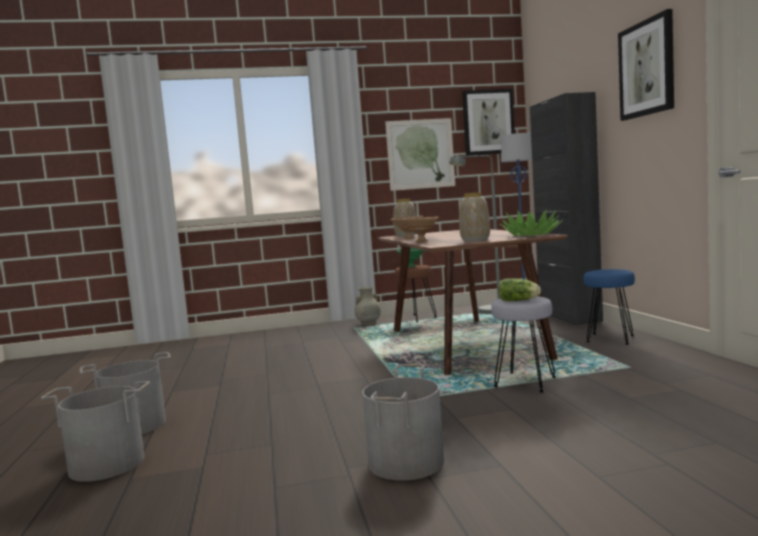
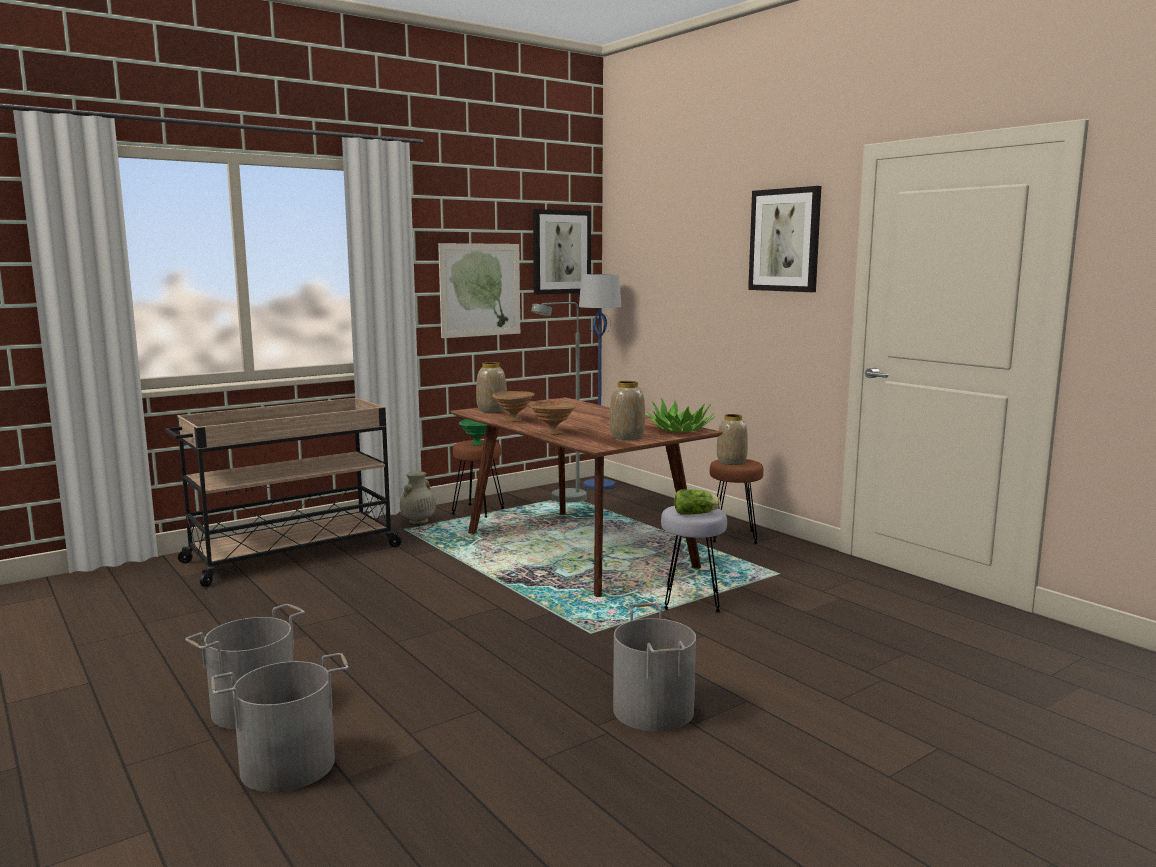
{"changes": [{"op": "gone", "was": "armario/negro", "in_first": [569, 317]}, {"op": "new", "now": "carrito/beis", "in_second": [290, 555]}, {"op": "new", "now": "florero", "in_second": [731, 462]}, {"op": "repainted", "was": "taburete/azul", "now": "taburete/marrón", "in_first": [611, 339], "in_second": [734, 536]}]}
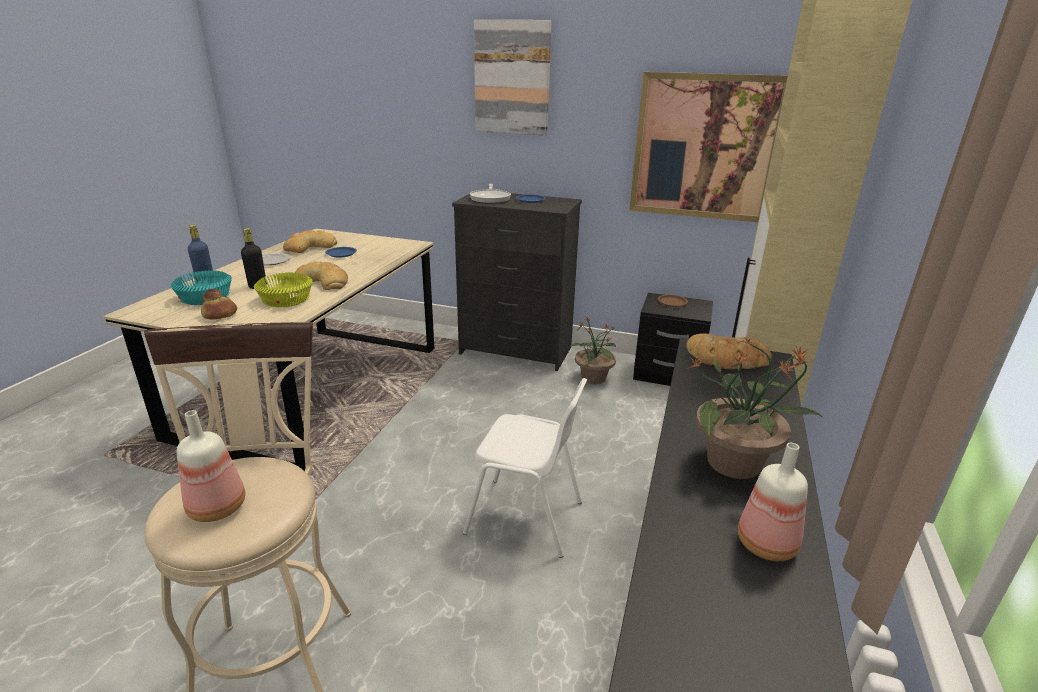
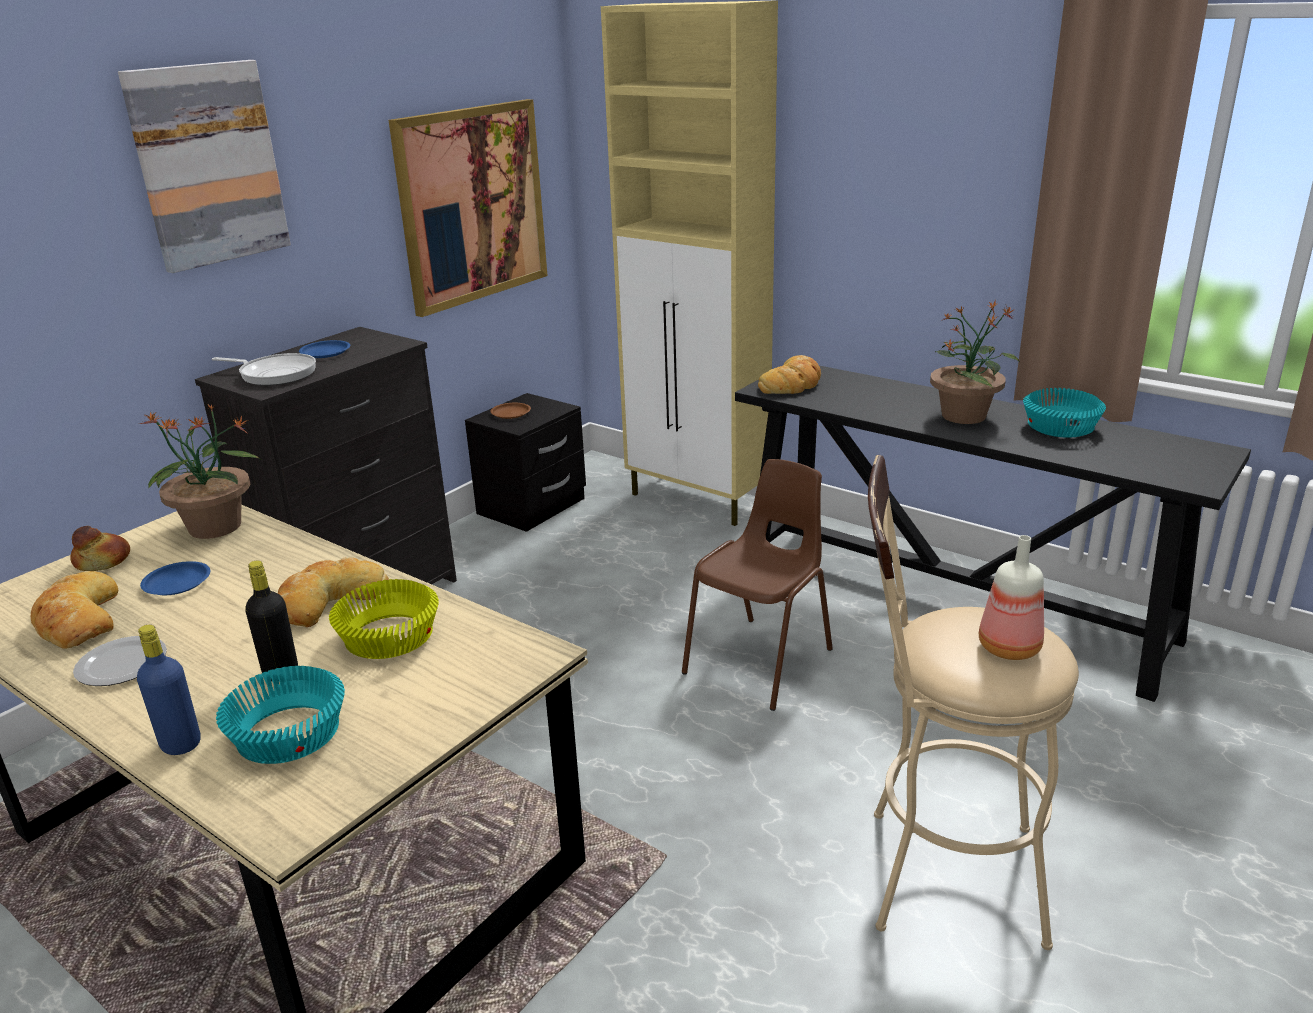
{"changes": [{"op": "shifted", "was": "pan", "in_first": [219, 315], "in_second": [103, 562]}, {"op": "shifted", "was": "planta en maceta", "in_first": [593, 378], "in_second": [216, 527]}, {"op": "swapped", "was": "botella", "now": "cuenco/turquesa", "in_first": [766, 543], "in_second": [1058, 426]}, {"op": "repainted", "was": "silla/blanco", "now": "silla/marrón", "in_first": [526, 518], "in_second": [761, 661]}]}
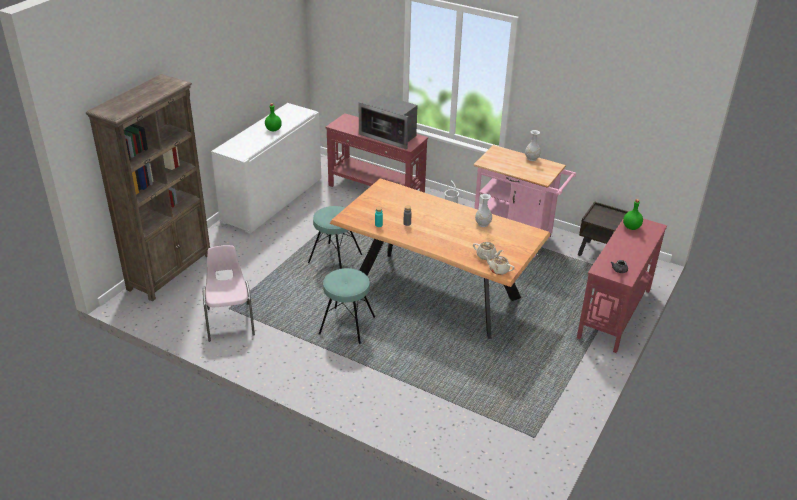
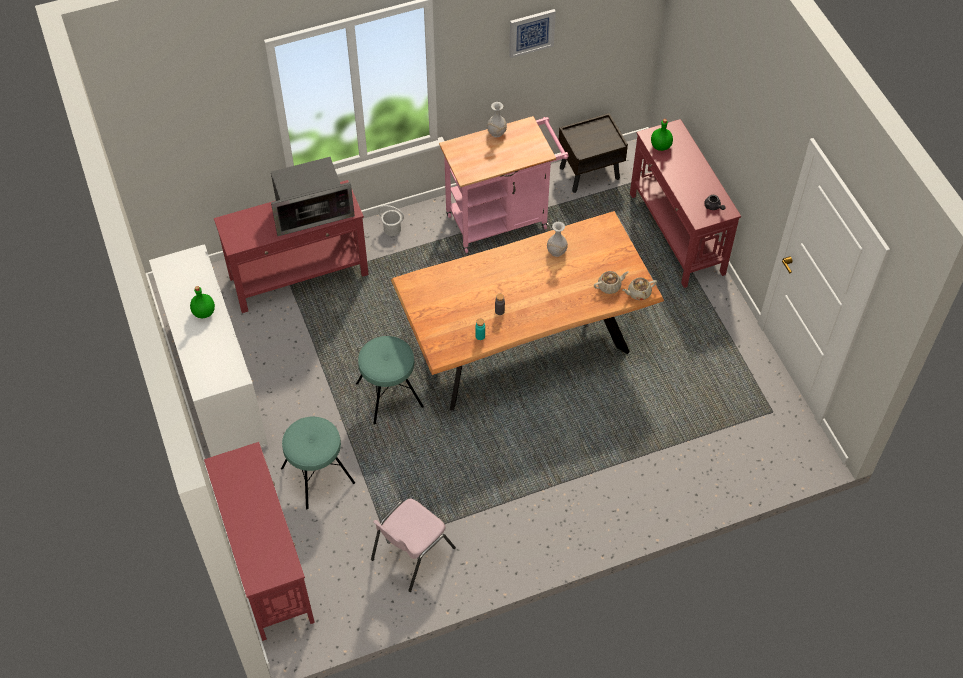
{"changes": [{"op": "new", "now": "cuadro", "in_second": [531, 32]}, {"op": "shifted", "was": "taburete/turquesa", "in_first": [347, 325], "in_second": [317, 475]}, {"op": "swapped", "was": "estantería/marrón", "now": "mesa consola/rojo", "in_first": [170, 272], "in_second": [267, 564]}, {"op": "rotated", "was": "silla/rosa", "in_first": [230, 321], "in_second": [411, 554], "clockwise": -75}]}
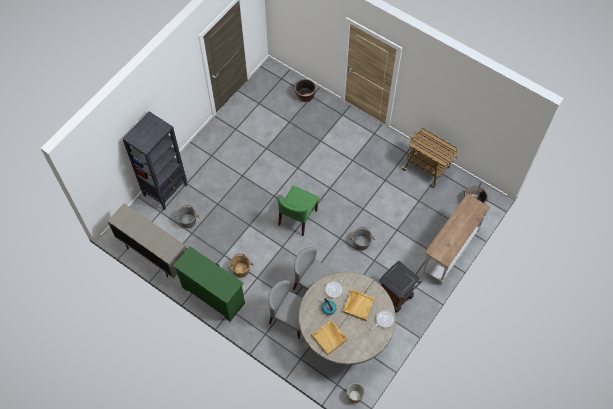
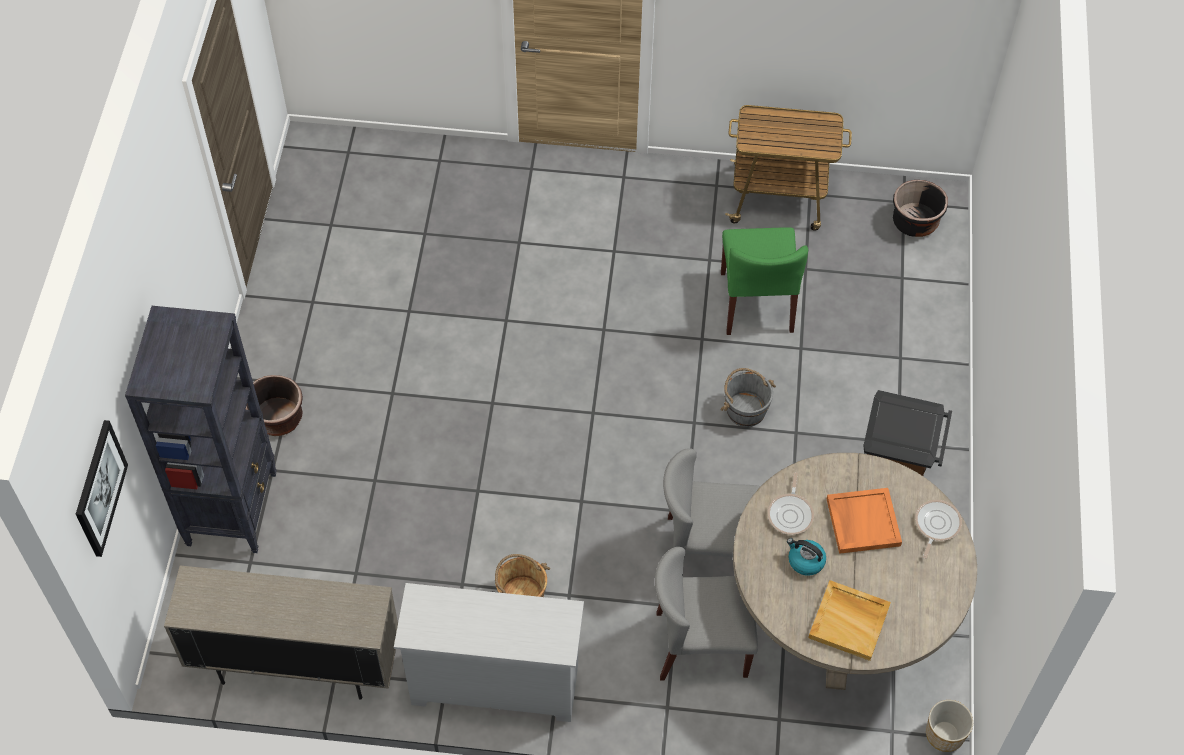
{"changes": [{"op": "gone", "was": "cubo/gris", "in_first": [188, 221]}, {"op": "gone", "was": "mesa consola/blanco", "in_first": [449, 251]}, {"op": "new", "now": "cuadro", "in_second": [99, 488]}, {"op": "shifted", "was": "silla/verde", "in_first": [298, 218], "in_second": [757, 302]}, {"op": "shifted", "was": "maceta/marrón", "in_first": [305, 95], "in_second": [277, 418]}, {"op": "repainted", "was": "cómoda/verde", "now": "cómoda/blanco", "in_first": [213, 295], "in_second": [494, 684]}, {"op": "repainted", "was": "bandeja/beis", "now": "bandeja/naranja", "in_first": [358, 305], "in_second": [862, 521]}]}
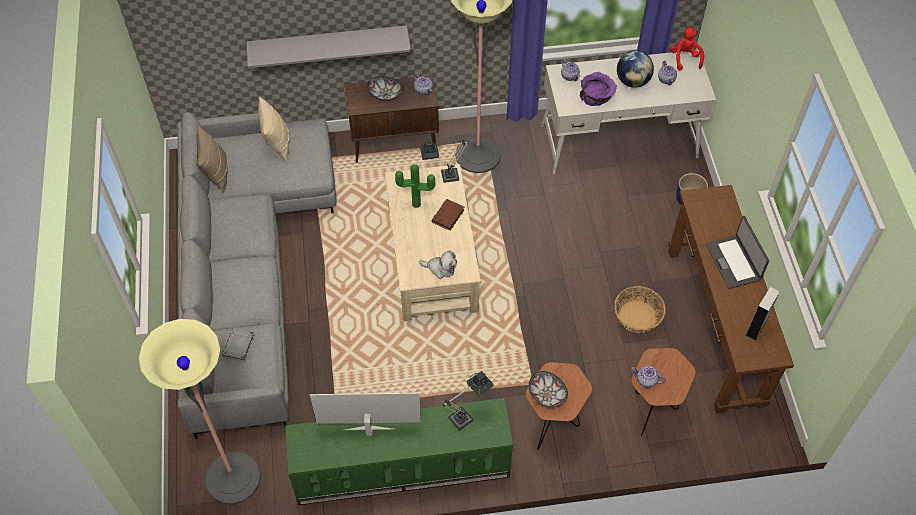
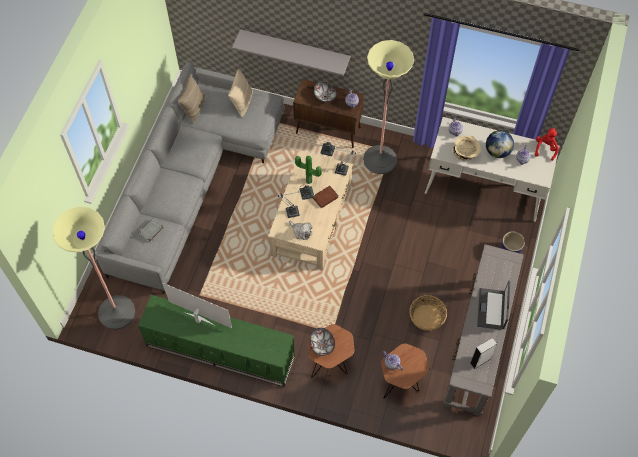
{"changes": [{"op": "shifted", "was": "lámpara de mesa", "in_first": [465, 416], "in_second": [296, 211]}, {"op": "repainted", "was": "cuenco/morado", "now": "cuenco/beis", "in_first": [596, 95], "in_second": [466, 152]}, {"op": "repainted", "was": "mesa consola/marrón", "now": "mesa consola/gris", "in_first": [714, 325], "in_second": [476, 345]}]}
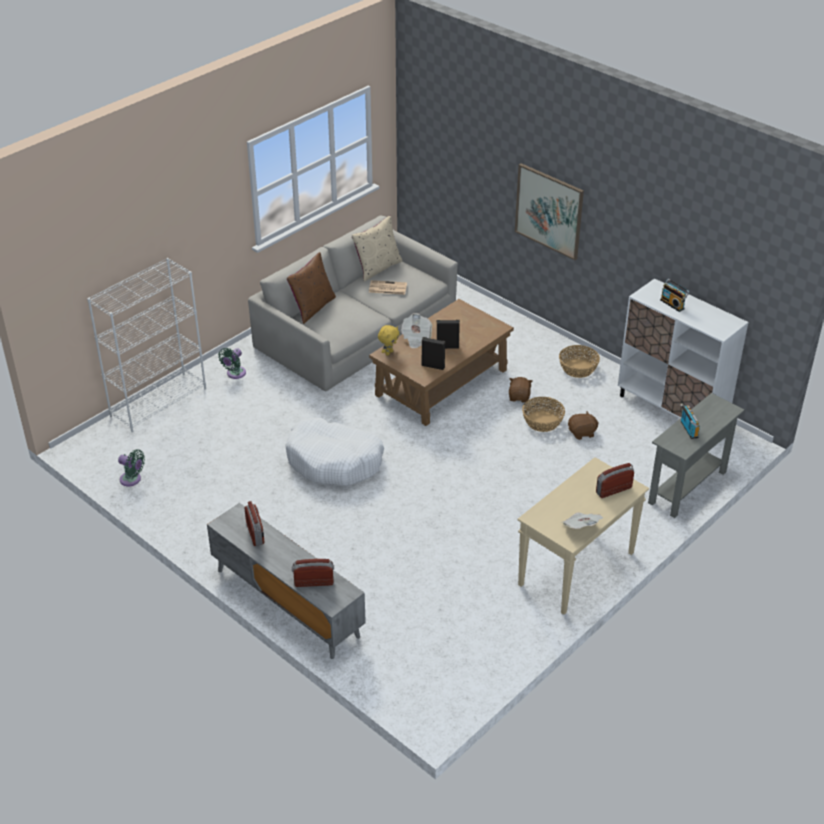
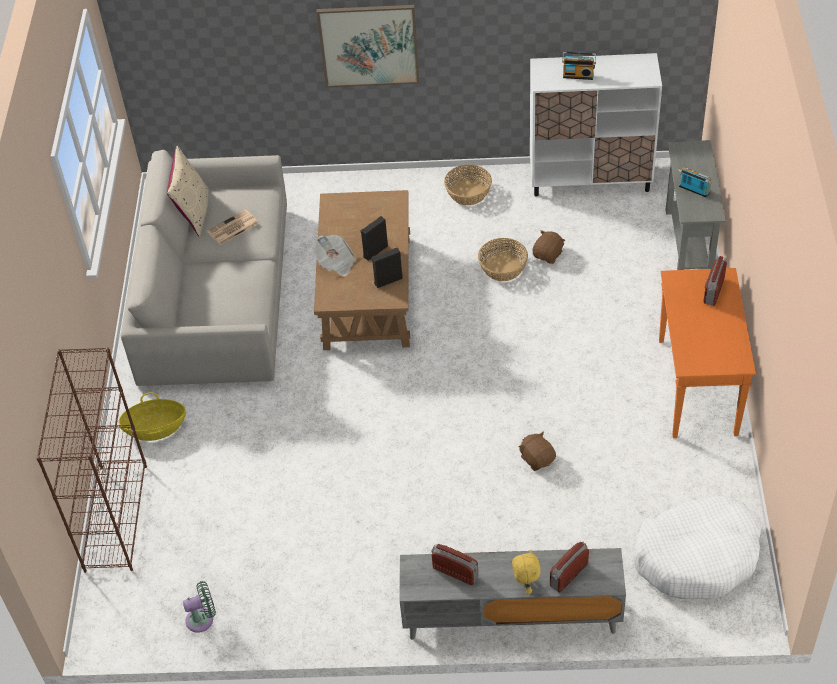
{"changes": [{"op": "gone", "was": "cojín/marrón", "in_first": [313, 307]}, {"op": "gone", "was": "periódico", "in_first": [581, 527]}, {"op": "shifted", "was": "cama para perro/blanco", "in_first": [334, 461], "in_second": [697, 556]}, {"op": "shifted", "was": "peluche/amarillo", "in_first": [388, 352], "in_second": [525, 585]}, {"op": "shifted", "was": "peluche/marrón", "in_first": [519, 397], "in_second": [537, 458]}, {"op": "swapped", "was": "ventilador/verde", "now": "cesta", "in_first": [235, 374], "in_second": [155, 428]}, {"op": "repainted", "was": "estantería/blanco", "now": "estantería/marrón", "in_first": [159, 402], "in_second": [115, 517]}, {"op": "repainted", "was": "mesa consola/beis", "now": "mesa consola/naranja", "in_first": [576, 570], "in_second": [698, 388]}]}
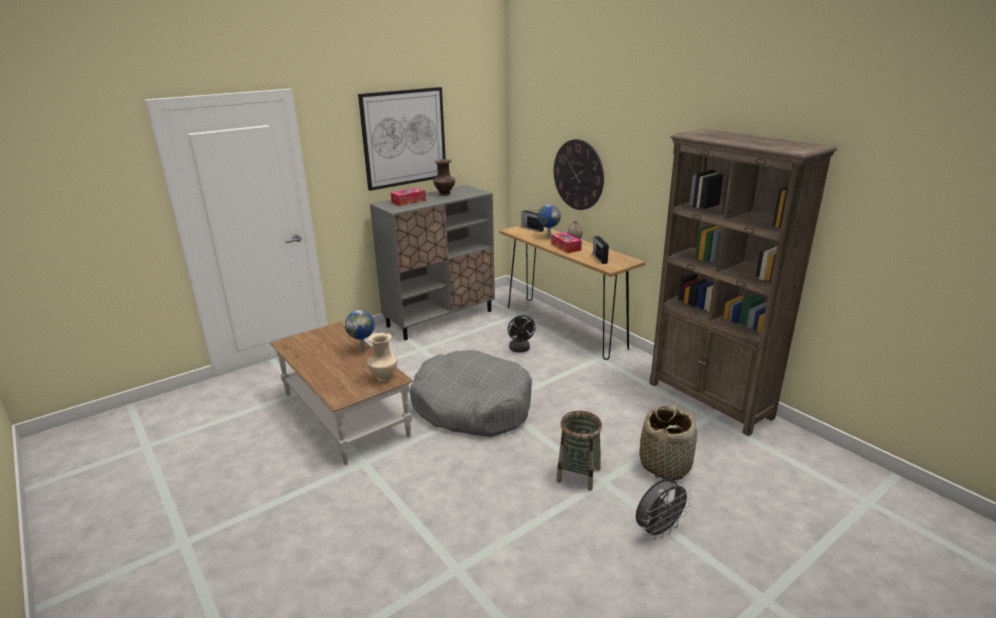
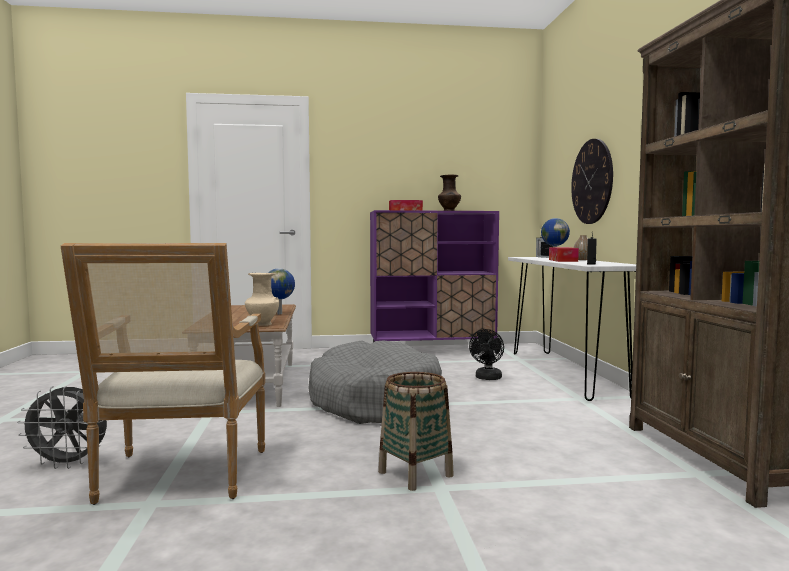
{"changes": [{"op": "gone", "was": "cuadro", "in_first": [404, 138]}, {"op": "gone", "was": "cesta", "in_first": [665, 464]}, {"op": "new", "now": "sillón", "in_second": [179, 479]}, {"op": "shifted", "was": "ventilador/gris", "in_first": [658, 530], "in_second": [69, 464]}, {"op": "repainted", "was": "armario/gris", "now": "armario/morado", "in_first": [440, 318], "in_second": [432, 351]}, {"op": "repainted", "was": "mesa consola/marrón", "now": "mesa consola/blanco", "in_first": [564, 327], "in_second": [564, 373]}]}
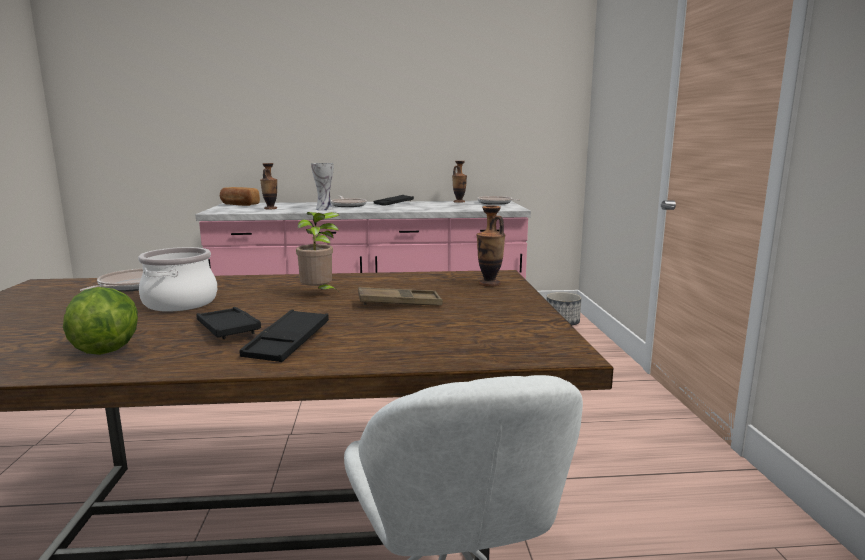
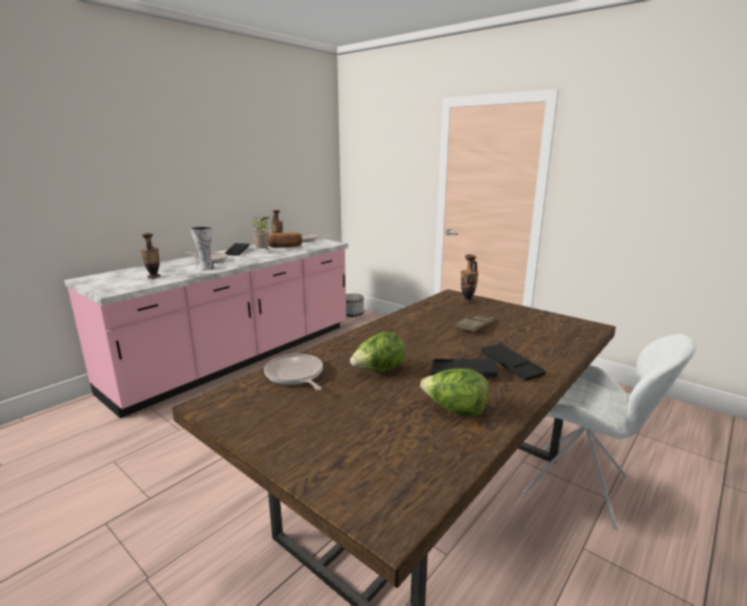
{"changes": [{"op": "shifted", "was": "pan", "in_first": [239, 204], "in_second": [285, 246]}, {"op": "shifted", "was": "planta en maceta", "in_first": [319, 294], "in_second": [263, 252]}, {"op": "swapped", "was": "olla", "now": "lechuga", "in_first": [181, 303], "in_second": [378, 371]}]}
